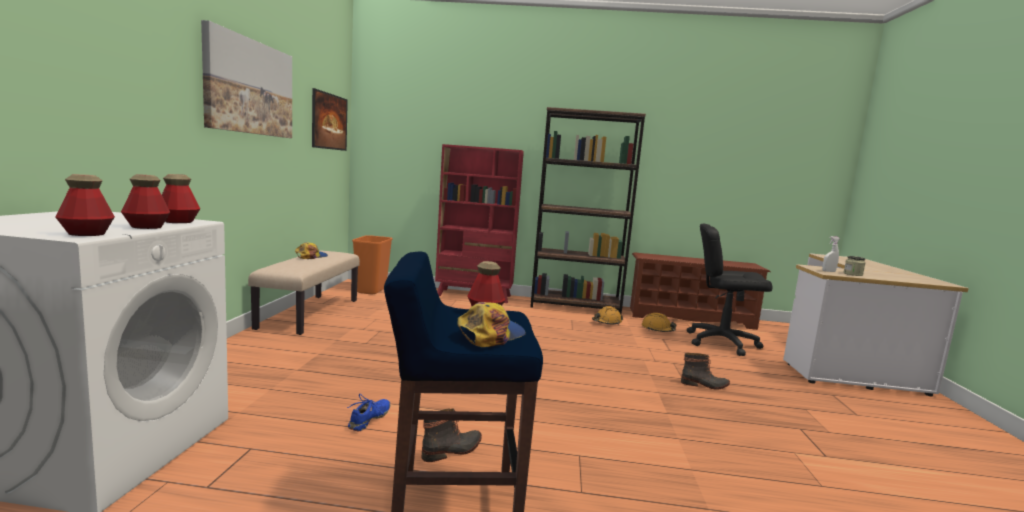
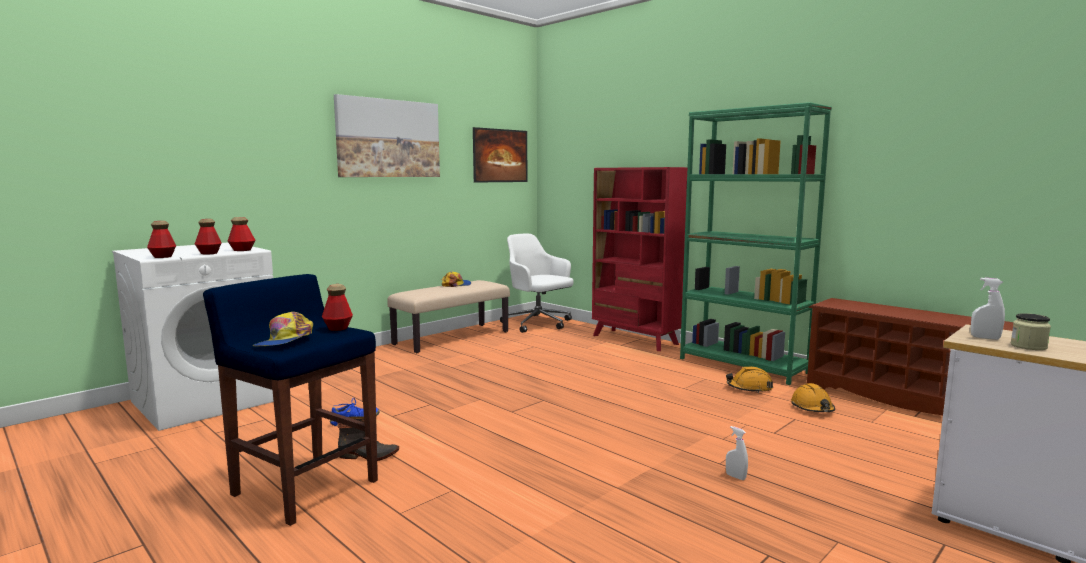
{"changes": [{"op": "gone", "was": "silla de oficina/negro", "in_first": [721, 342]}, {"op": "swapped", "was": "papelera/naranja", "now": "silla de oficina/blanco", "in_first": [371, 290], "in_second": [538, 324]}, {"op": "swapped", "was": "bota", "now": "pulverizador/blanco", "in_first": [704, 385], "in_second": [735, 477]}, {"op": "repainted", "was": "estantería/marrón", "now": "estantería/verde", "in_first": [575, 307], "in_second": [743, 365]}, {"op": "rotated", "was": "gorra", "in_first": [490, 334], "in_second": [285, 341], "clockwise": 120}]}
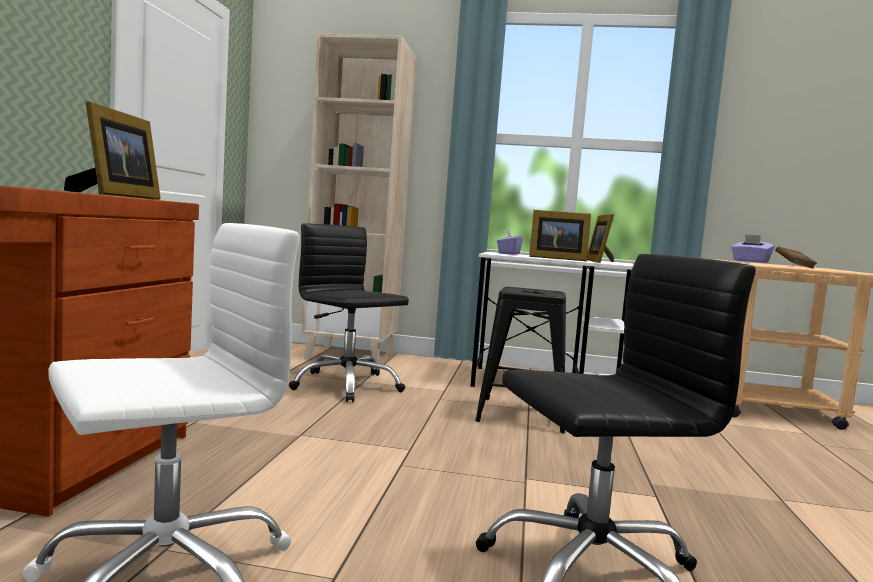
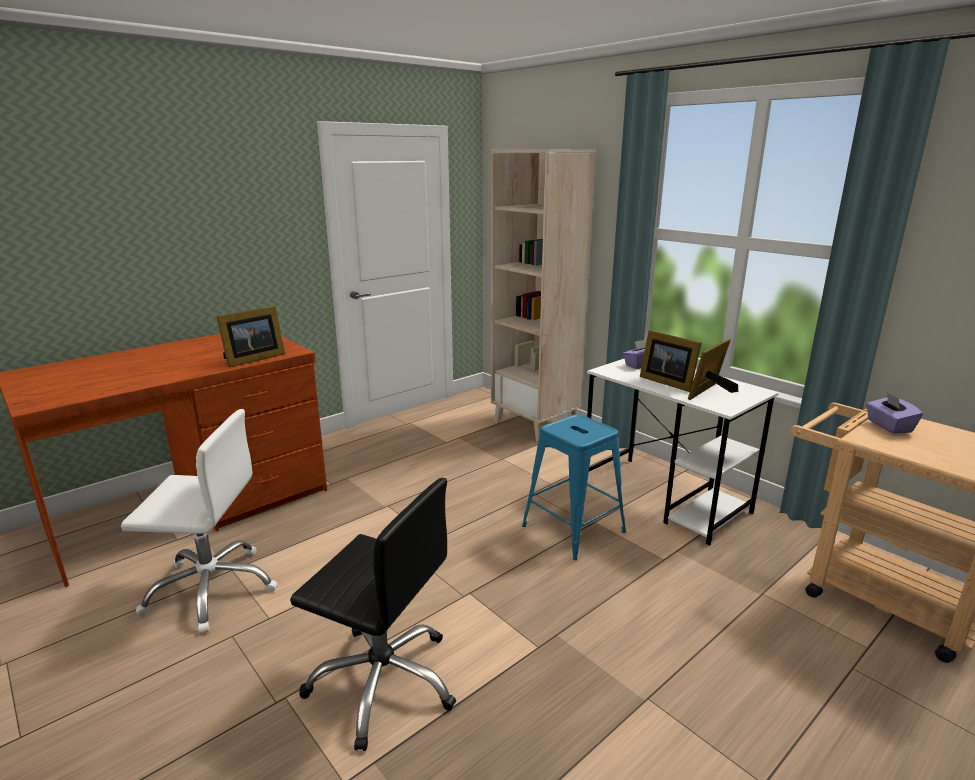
{"changes": [{"op": "gone", "was": "silla de oficina/negro", "in_first": [346, 385]}, {"op": "gone", "was": "libro/marrón", "in_first": [794, 266]}, {"op": "repainted", "was": "taburete/negro", "now": "taburete/azul", "in_first": [522, 414], "in_second": [574, 529]}]}
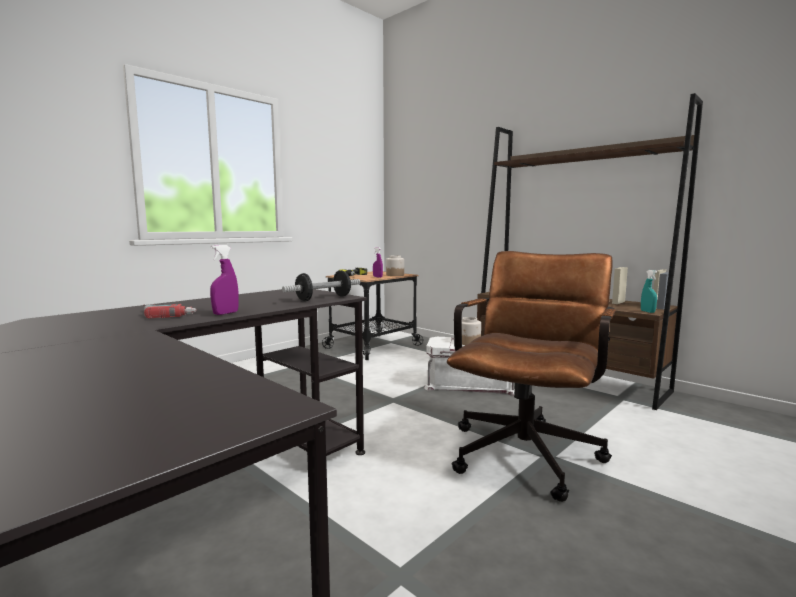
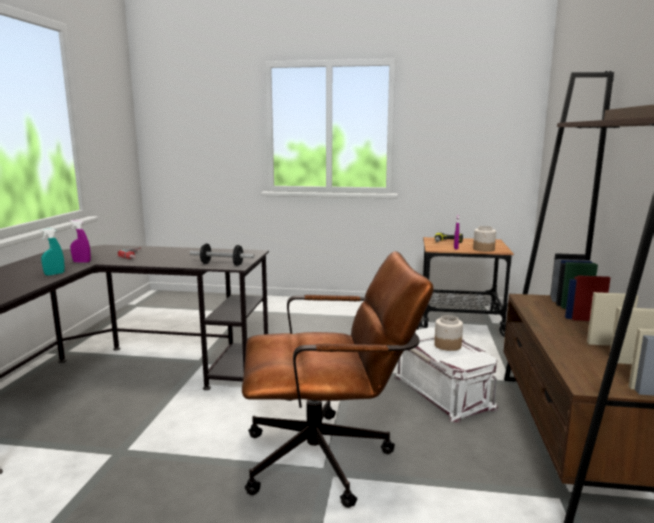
{"changes": [{"op": "shifted", "was": "pulverizador/morado", "in_first": [225, 313], "in_second": [81, 262]}, {"op": "shifted", "was": "pulverizador/turquesa", "in_first": [647, 312], "in_second": [54, 274]}]}
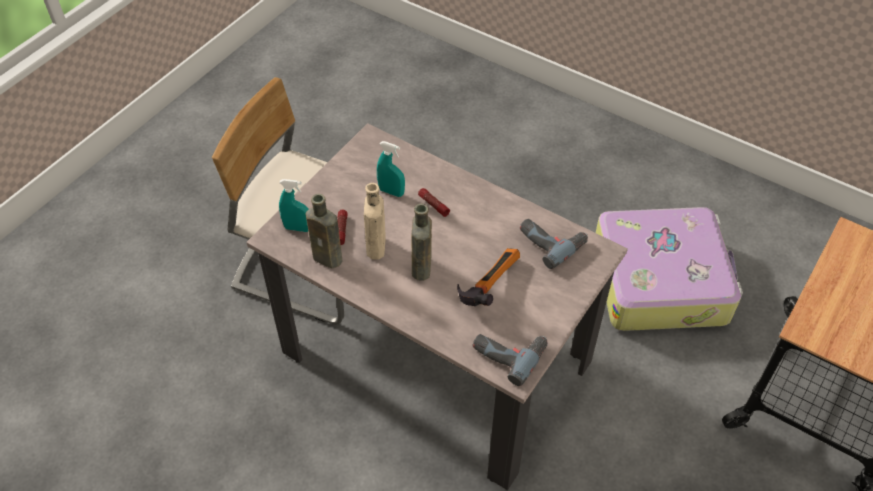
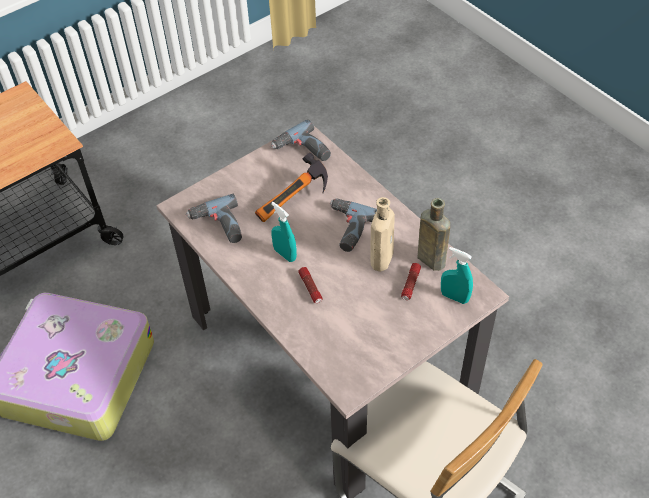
{"changes": [{"op": "shifted", "was": "pulverizador/turquesa", "in_first": [391, 192], "in_second": [285, 254]}, {"op": "swapped", "was": "botella/marrón", "now": "taladro", "in_first": [421, 269], "in_second": [346, 228]}]}
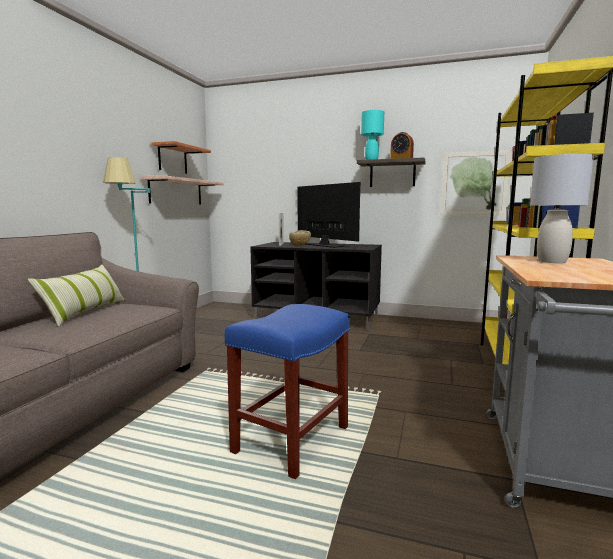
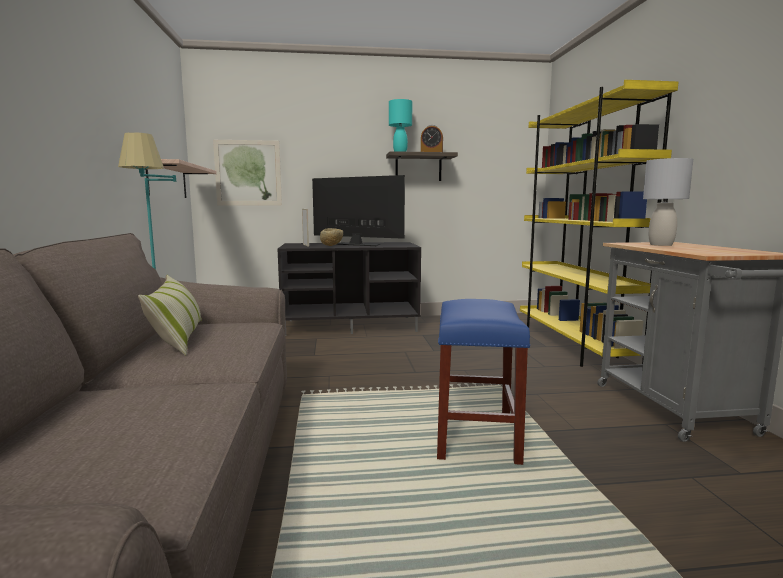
{"changes": [{"op": "gone", "was": "estante", "in_first": [172, 159]}, {"op": "shifted", "was": "cuadro", "in_first": [474, 183], "in_second": [248, 173]}]}
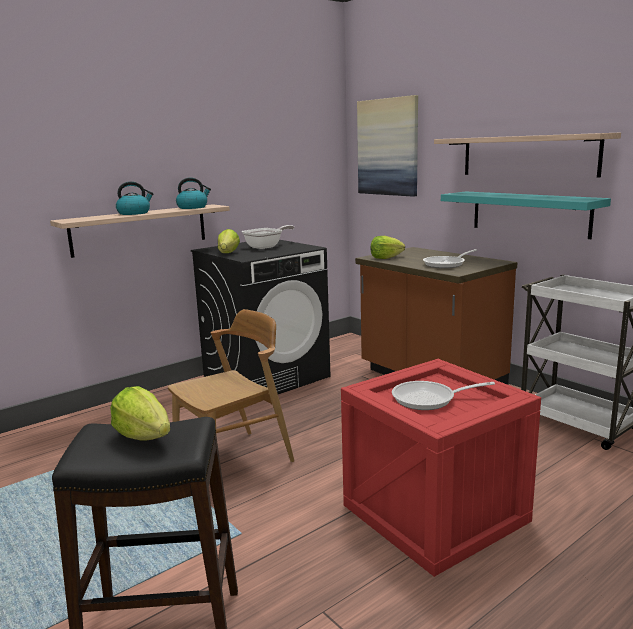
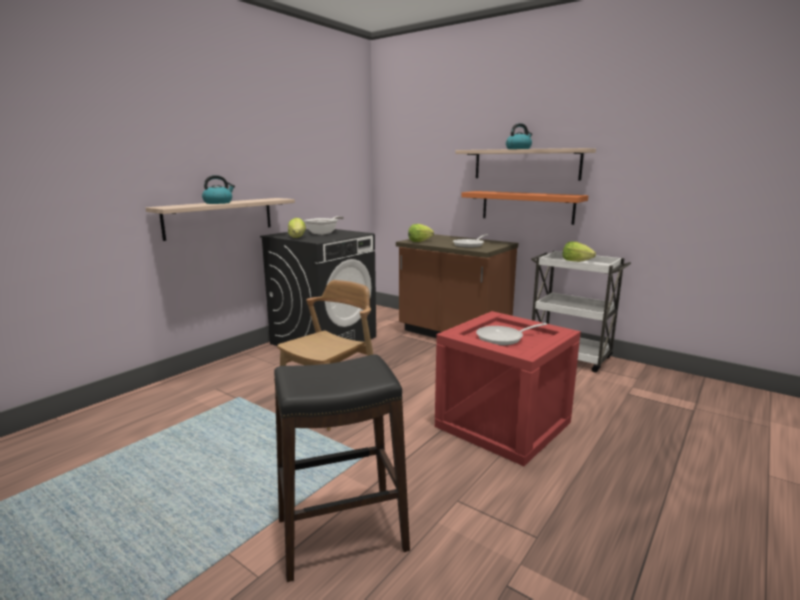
{"changes": [{"op": "gone", "was": "cuadro", "in_first": [388, 147]}, {"op": "shifted", "was": "lechuga", "in_first": [144, 436], "in_second": [576, 261]}, {"op": "shifted", "was": "hervidor", "in_first": [193, 207], "in_second": [518, 149]}, {"op": "repainted", "was": "estante/turquesa", "now": "estante/naranja", "in_first": [529, 213], "in_second": [527, 207]}]}
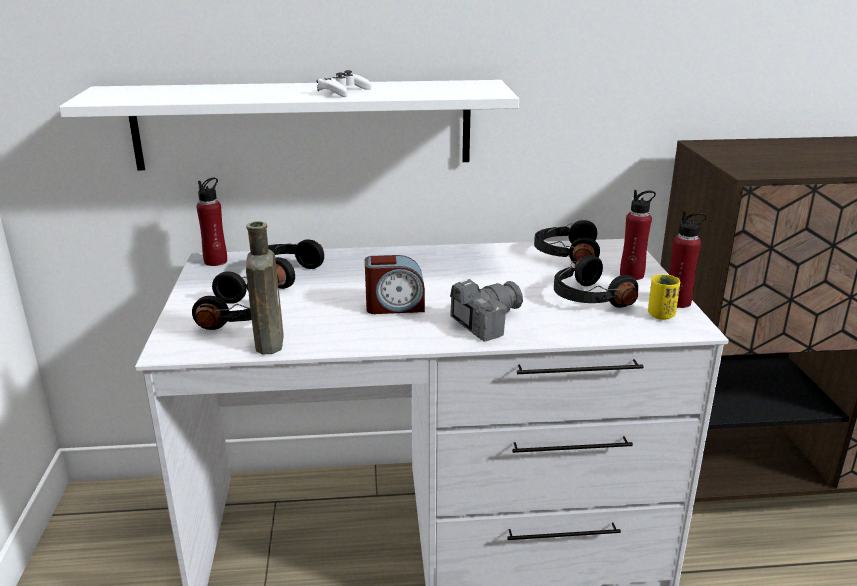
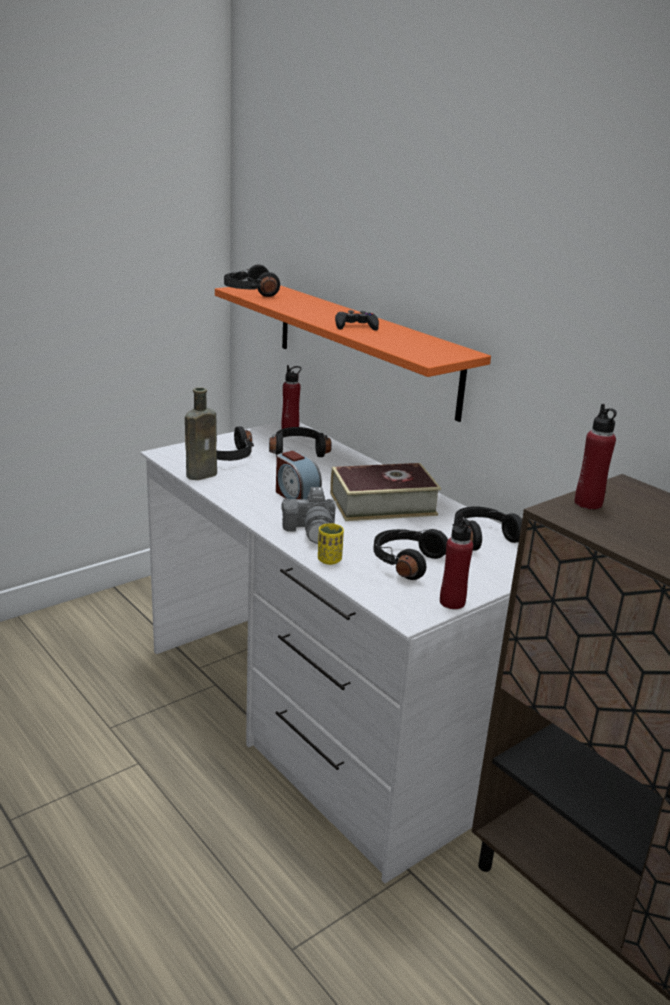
{"changes": [{"op": "new", "now": "auriculares/negro", "in_second": [250, 292]}, {"op": "new", "now": "libro", "in_second": [382, 504]}, {"op": "shifted", "was": "botella/rojo", "in_first": [632, 275], "in_second": [588, 503]}, {"op": "shifted", "was": "taza/amarillo", "in_first": [661, 315], "in_second": [329, 560]}, {"op": "repainted", "was": "estante/blanco", "now": "estante/naranja", "in_first": [303, 125], "in_second": [365, 347]}, {"op": "repainted", "was": "mando de consola/blanco", "now": "mando de consola/negro", "in_first": [343, 91], "in_second": [356, 326]}, {"op": "rotated", "was": "cámara", "in_first": [484, 321], "in_second": [312, 530], "clockwise": 60}]}
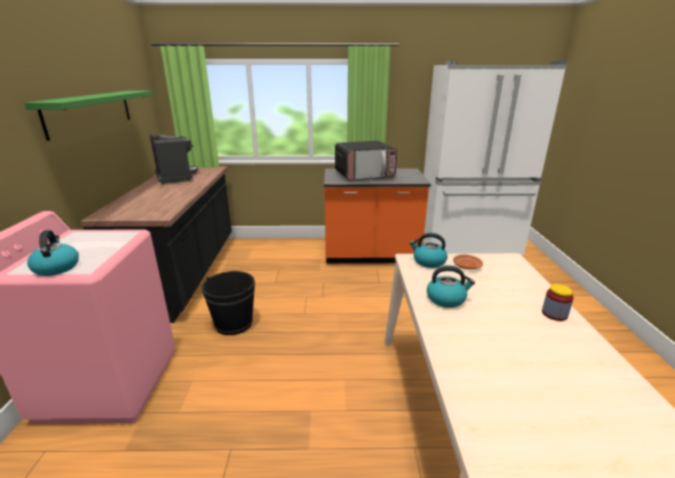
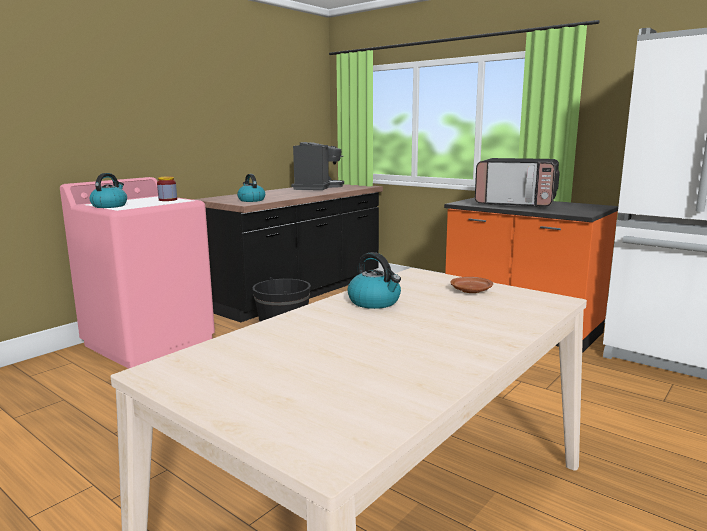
{"changes": [{"op": "gone", "was": "estante/verde", "in_first": [90, 112]}, {"op": "shifted", "was": "hervidor", "in_first": [428, 262], "in_second": [251, 200]}, {"op": "shifted", "was": "tarro", "in_first": [554, 314], "in_second": [168, 200]}]}
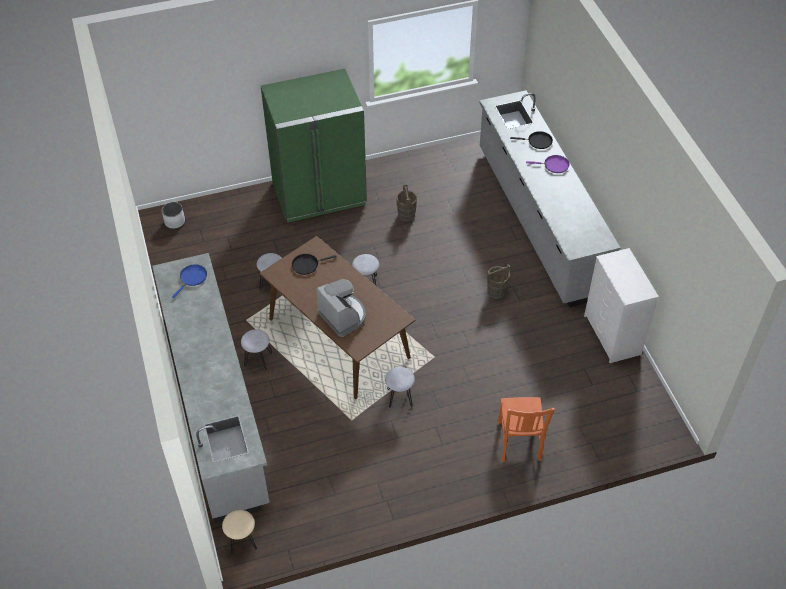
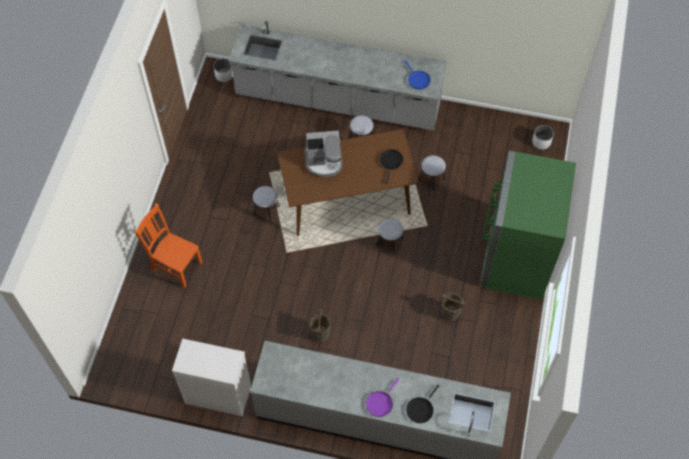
{"changes": [{"op": "swapped", "was": "taburete/beis", "now": "maceta/blanco", "in_first": [242, 541], "in_second": [224, 75]}]}
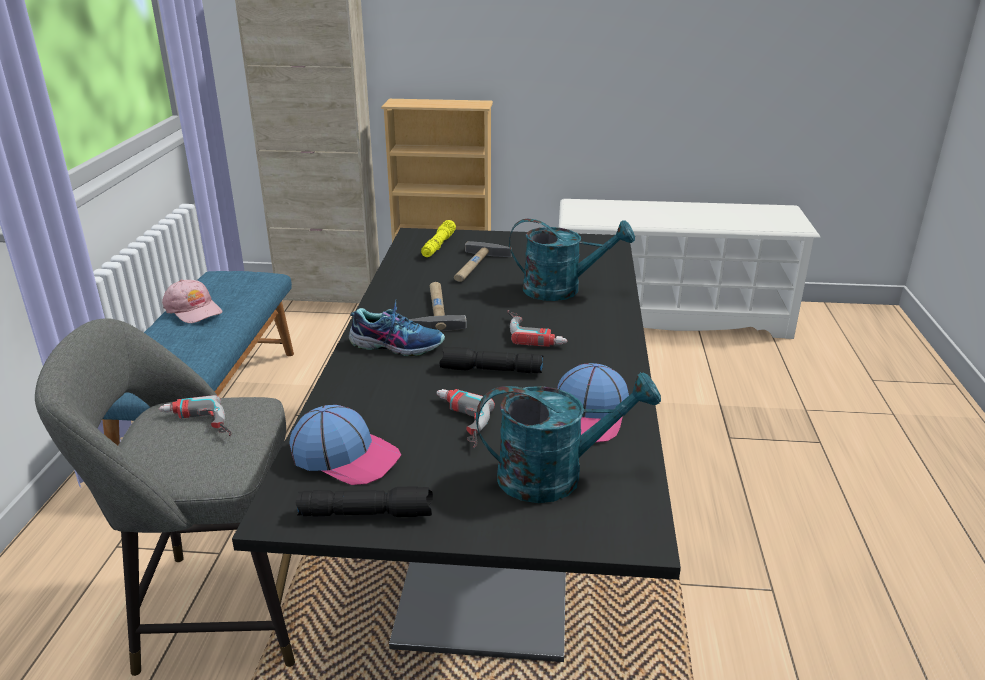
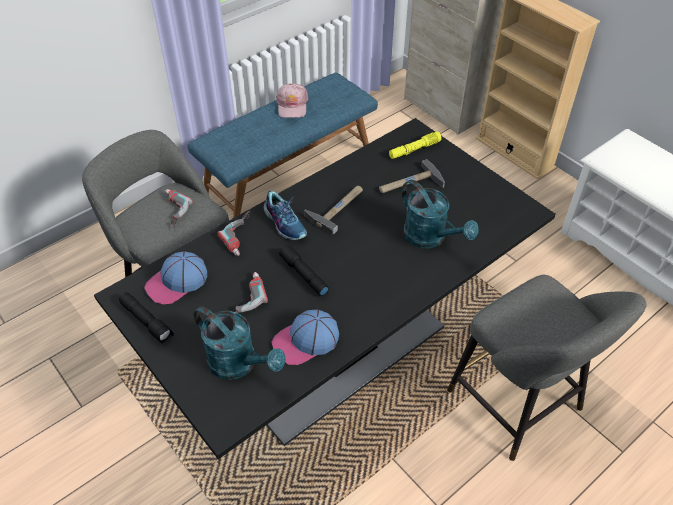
{"changes": [{"op": "new", "now": "taburete/gris", "in_second": [519, 405]}, {"op": "shifted", "was": "taladro", "in_first": [535, 332], "in_second": [243, 236]}, {"op": "rotated", "was": "gorra", "in_first": [346, 456], "in_second": [177, 282], "clockwise": 75}]}
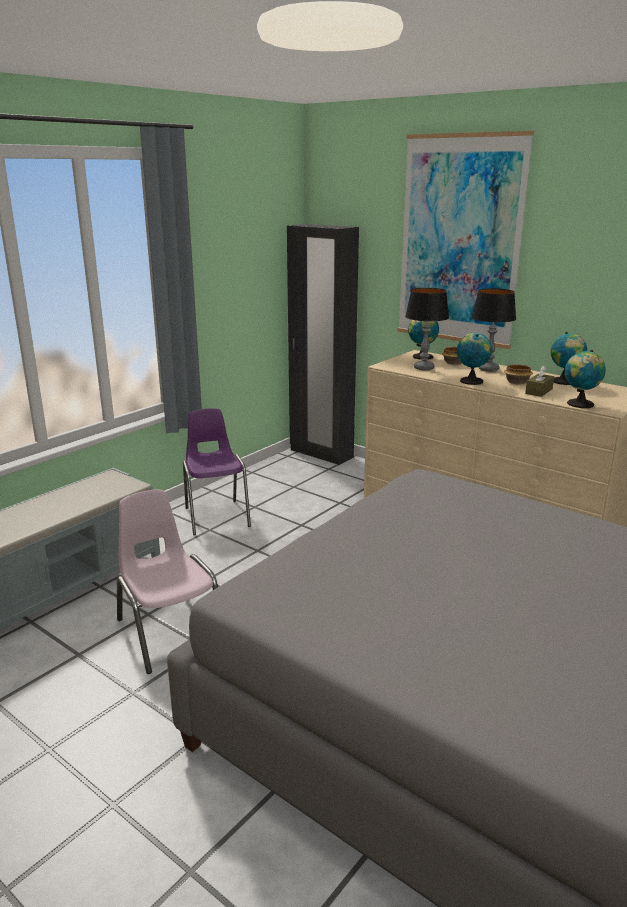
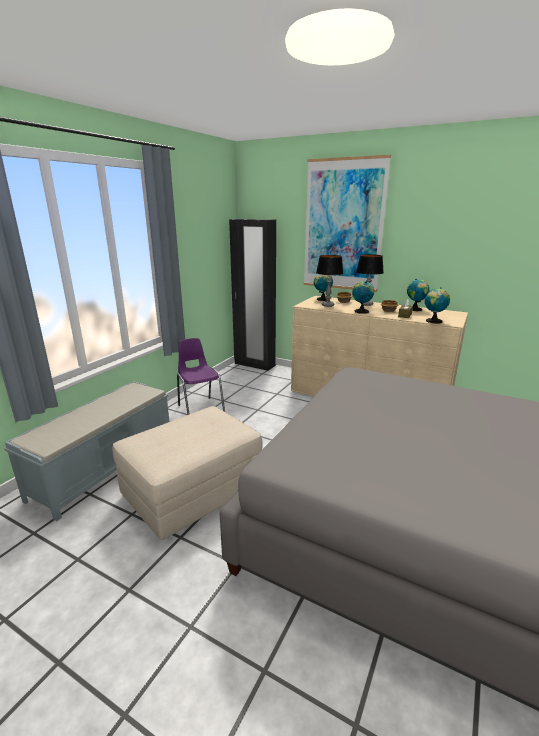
{"changes": [{"op": "swapped", "was": "silla/rosa", "now": "puf/beis", "in_first": [170, 631], "in_second": [193, 490]}]}
